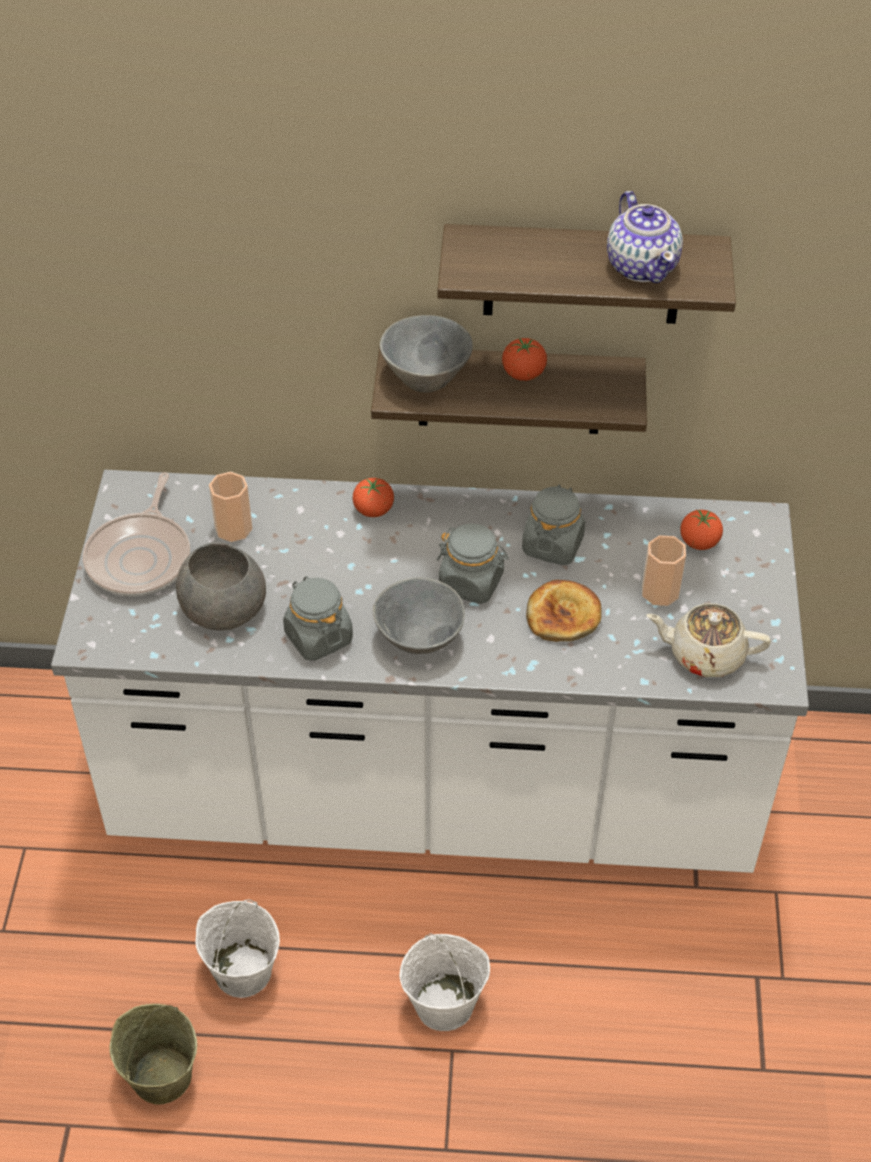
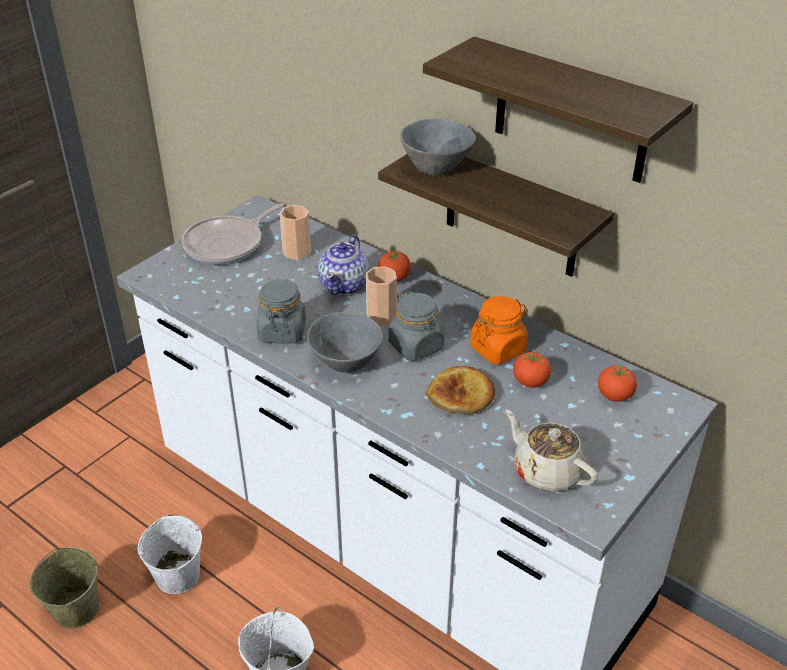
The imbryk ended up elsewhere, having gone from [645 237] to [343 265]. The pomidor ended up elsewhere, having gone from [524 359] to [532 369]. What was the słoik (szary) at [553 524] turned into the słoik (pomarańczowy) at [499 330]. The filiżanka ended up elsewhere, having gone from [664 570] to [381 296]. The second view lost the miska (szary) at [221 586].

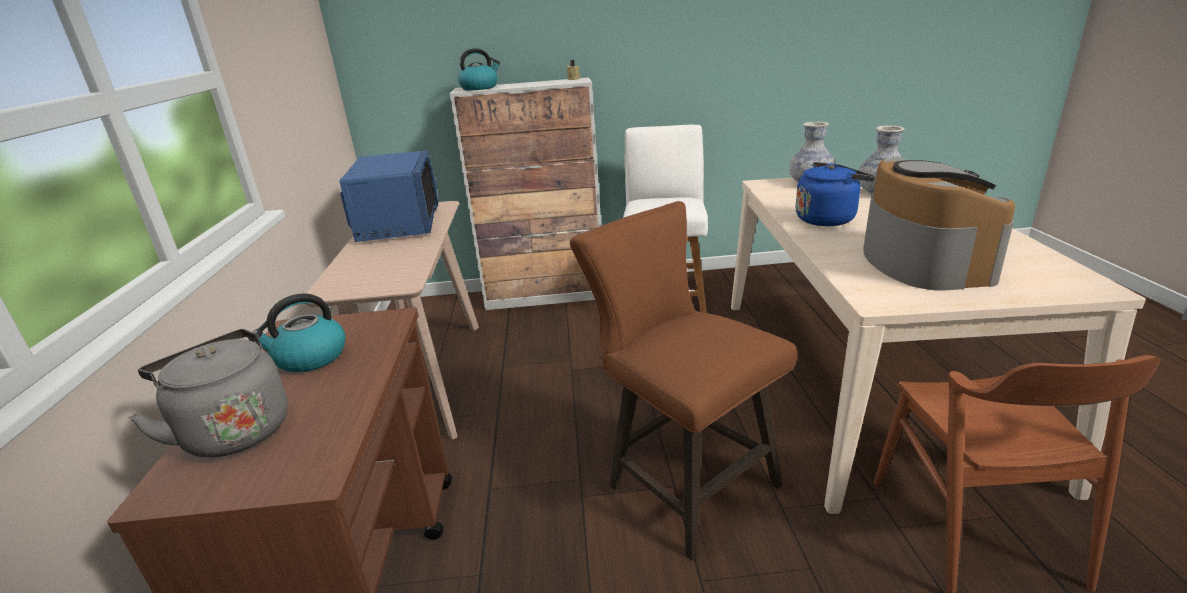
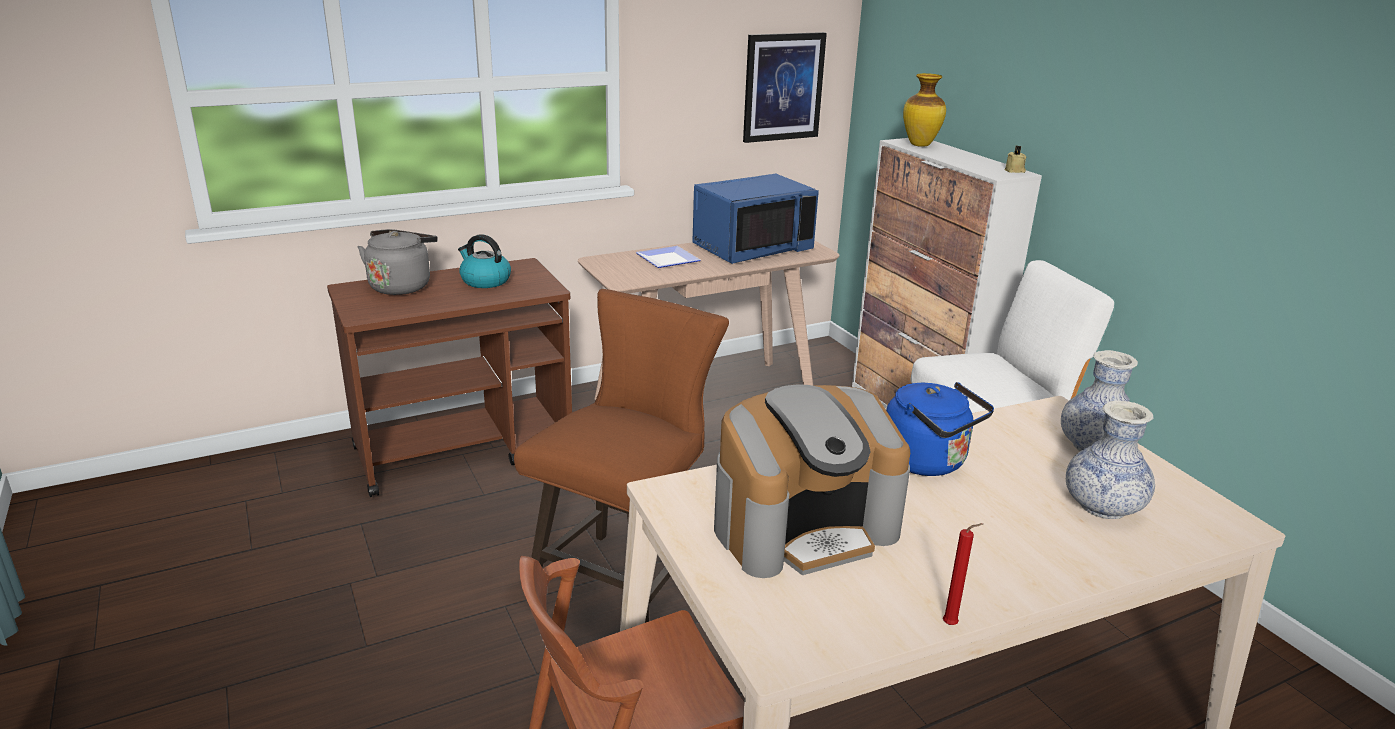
Where the czajnik stood at [479 69], the wazon came to stand at [924 110]. The second view gained the obraz at [785 87]. The second view gained the talerz at [668 257]. The second view gained the świeca (czerwony) at [963 574].

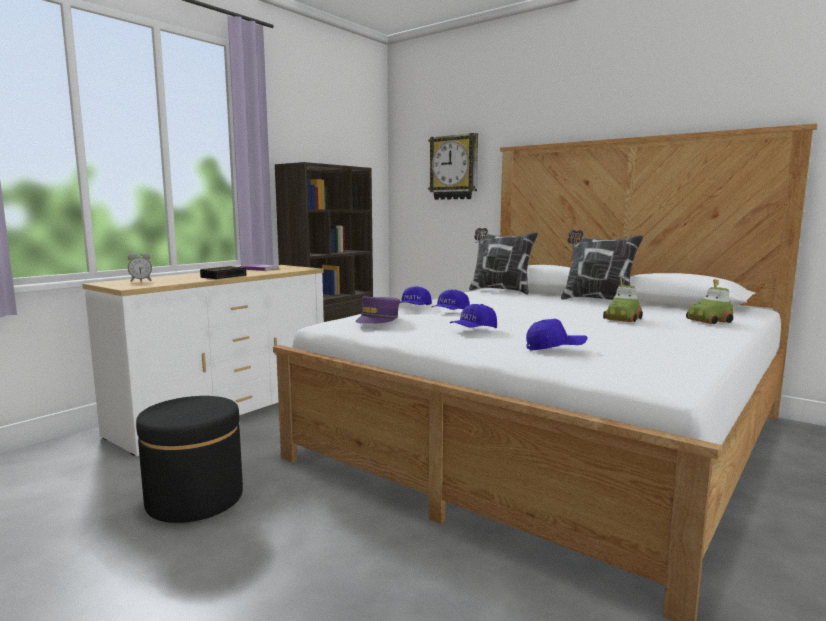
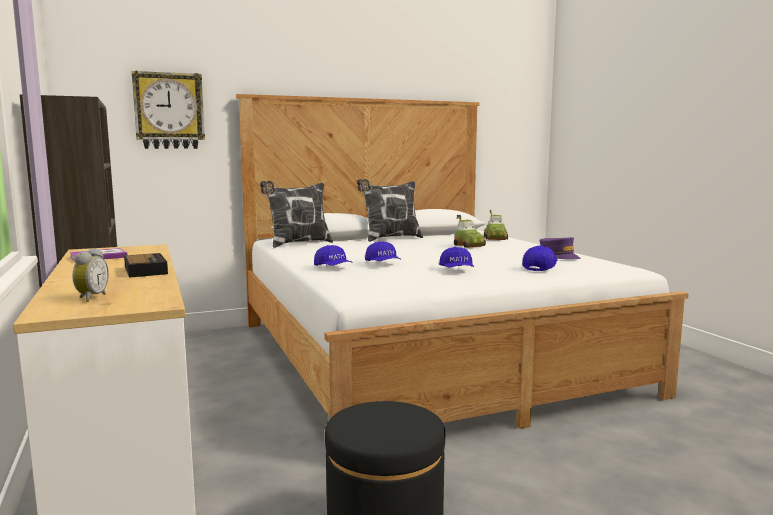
The czapka z daszkiem (fioletowy) ended up elsewhere, having gone from [377 310] to [560 248].

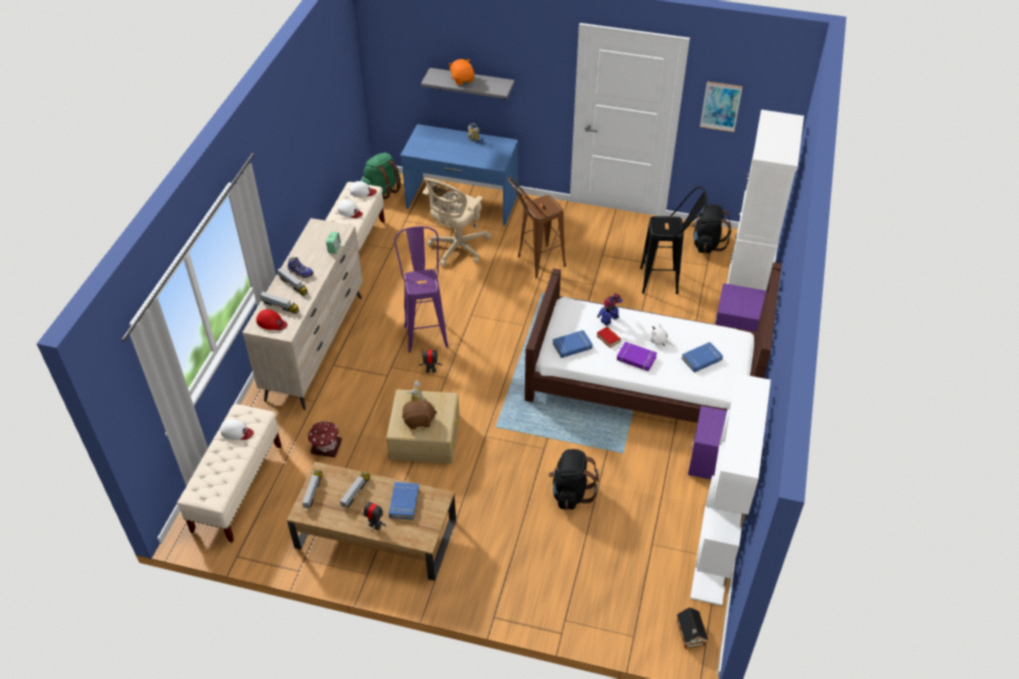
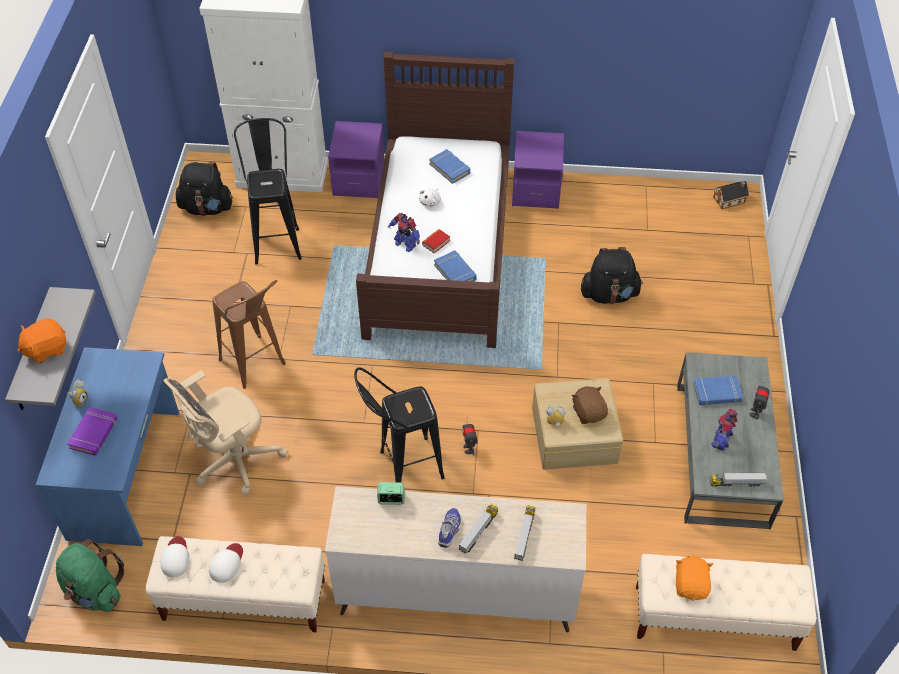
The second view lost the obraz at [721 106]. The krzesło biurowe (beżowy) at [456 222] ended up facing another way, 120 degrees clockwise from before. What was the stołek (fioletowy) at [421 289] turned into the stołek (czarny) at [399 425]. The second view lost the czapka z daszkiem (czerwony) at [272 319]. The książka (fioletowy) ended up elsewhere, having gone from [637 356] to [92 431]. The second view lost the regał (biały) at [730 489]. Where the czapka z daszkiem (biały) stood at [237 429], the pluszak (pomarańczowy) came to stand at [694 578]. The second view lost the domek at [325 439]. What was the ława (brązowy) at [371 521] turned into the ława (szary) at [730 440]. Where the ciężarówka zabawkowa stood at [355 489], the robot zabawkowy came to stand at [724 429].

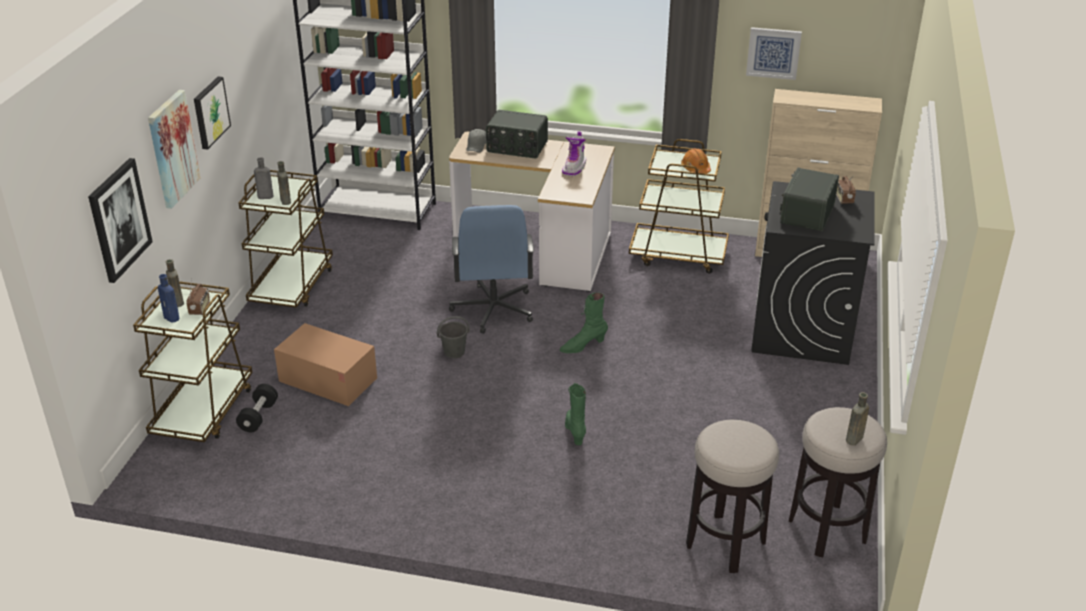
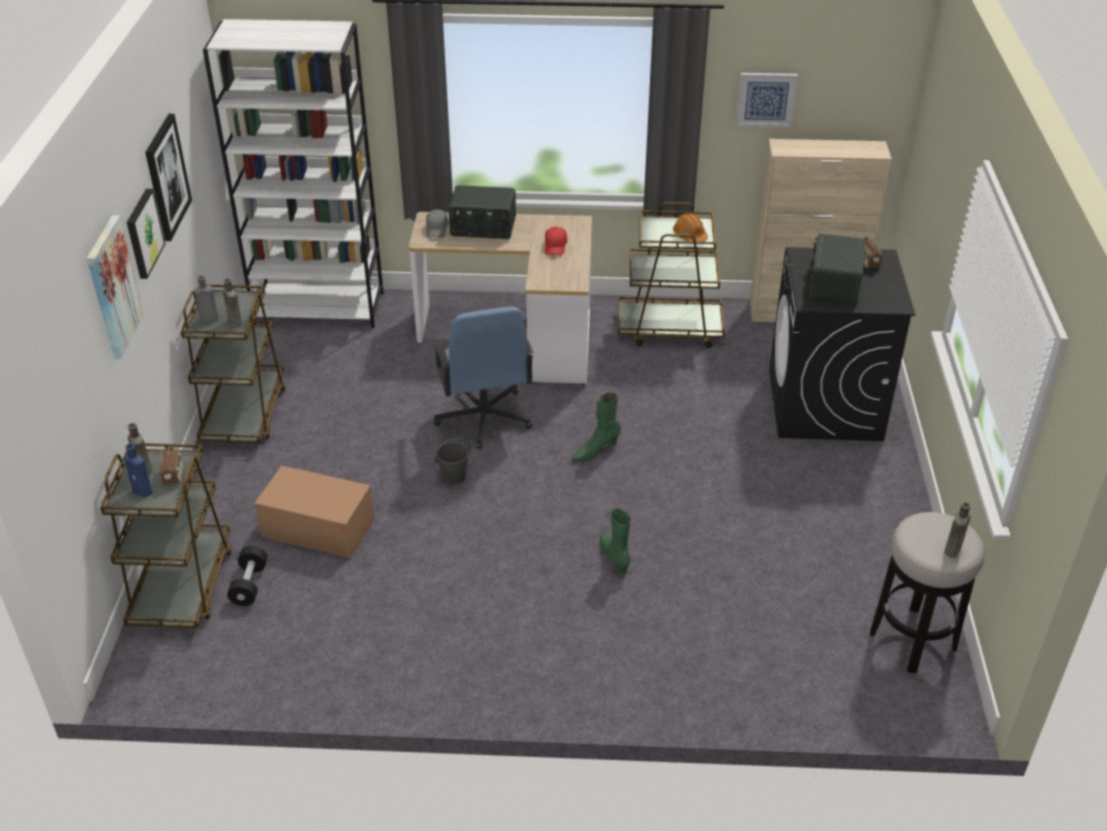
Where the but z cholewką stood at [574 153], the czapka z daszkiem (czerwony) came to stand at [556 240]. The obraz ended up elsewhere, having gone from [120 220] to [168 177]. The second view lost the stołek at [732 496].

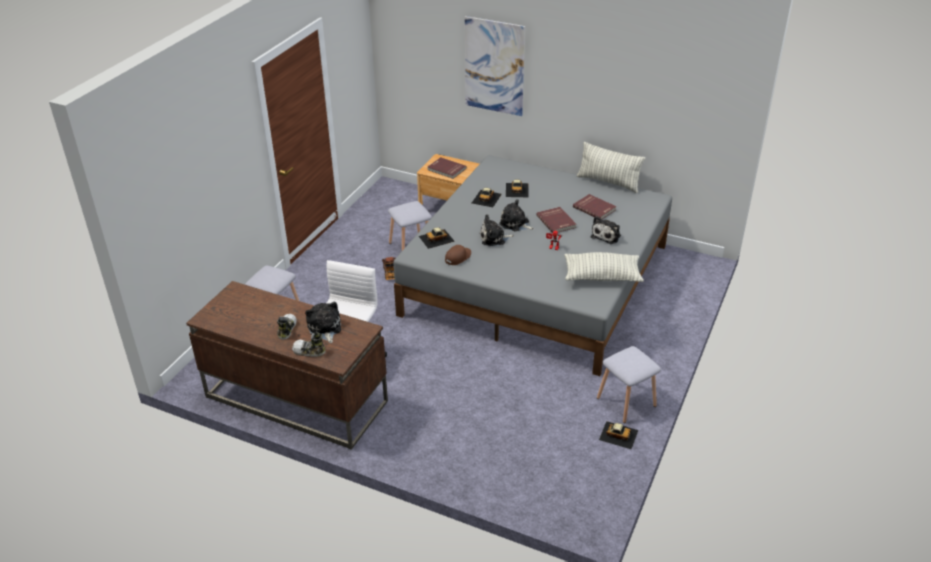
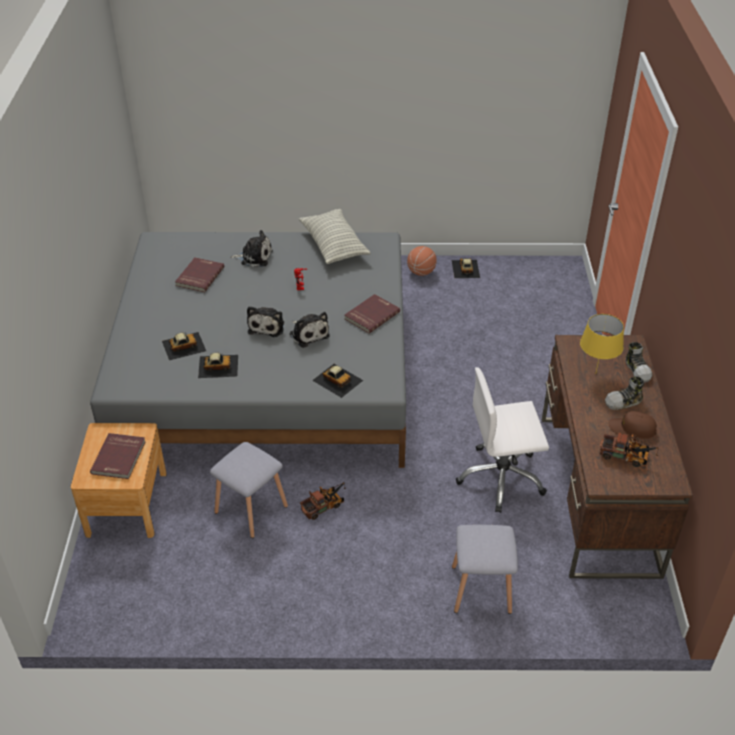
The second view lost the obraz at [495 66]. The second view lost the poduszka at [611 167]. The książka (czerwony) ended up elsewhere, having gone from [556 220] to [372 314]. The czapka z daszkiem (brązowy) ended up elsewhere, having gone from [458 255] to [633 425]. Where the pluszak stood at [323 322], the lampa stołowa (żółty) came to stand at [602 344]. Where the stołek (szary) stood at [629 384], the piłka do koszykówki came to stand at [422 261]. The second view gained the ciężarówka zabawkowa at [629 449].

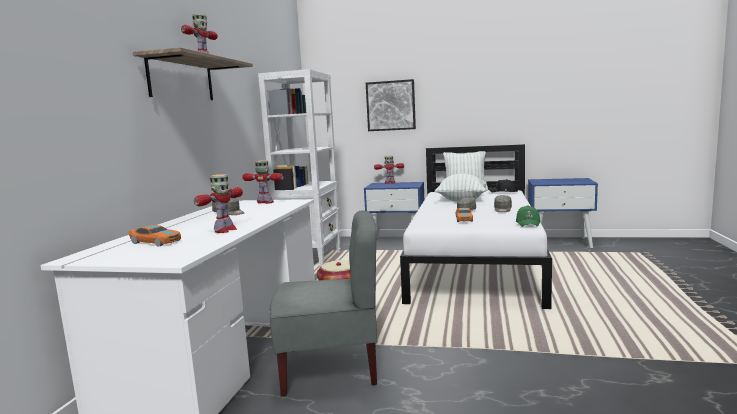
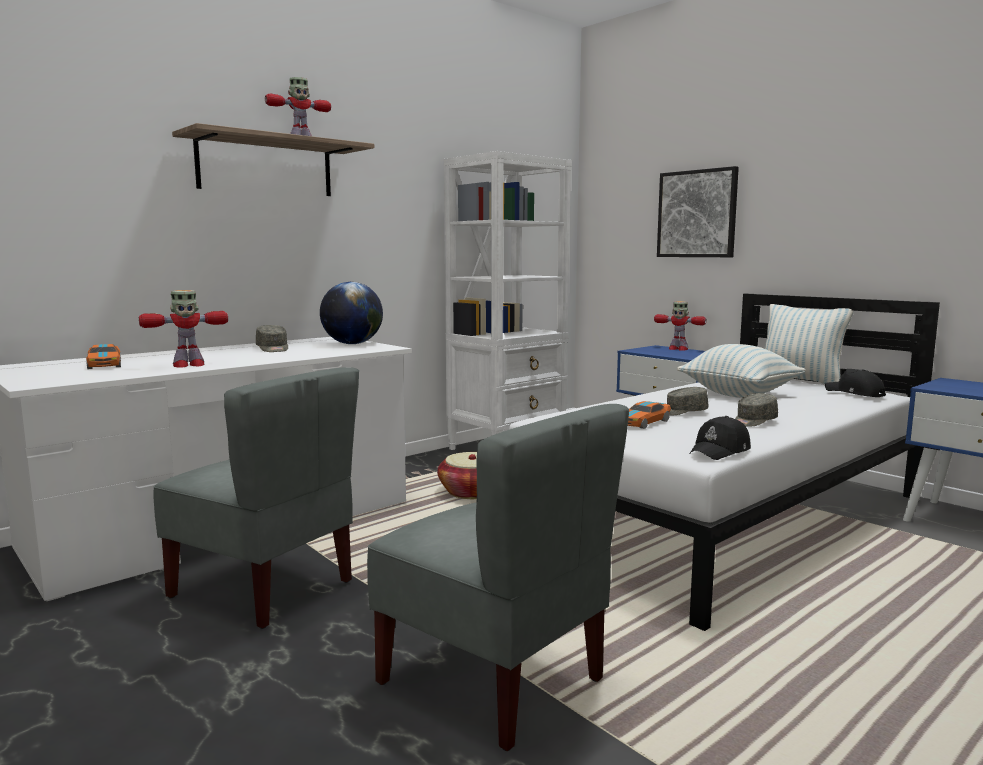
Where the robot zabawkowy stood at [263 182], the globus came to stand at [351 313]. What was the czapka z daszkiem (zielony) at [528 216] turned into the czapka z daszkiem (czarny) at [720 438]. The second view gained the krzesło (szary) at [498 577].

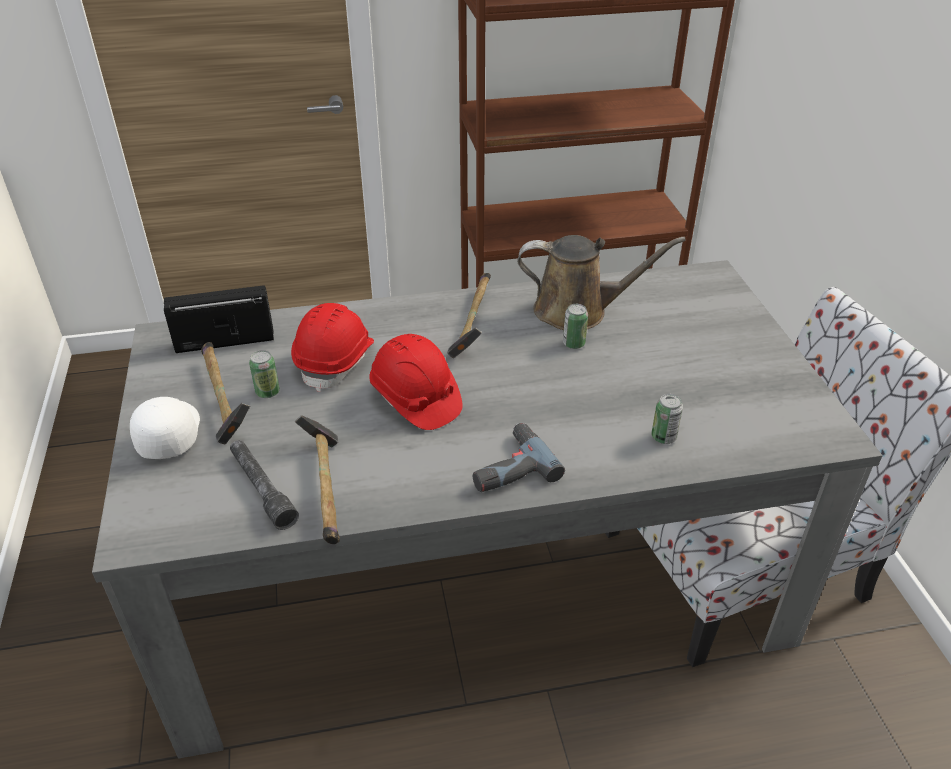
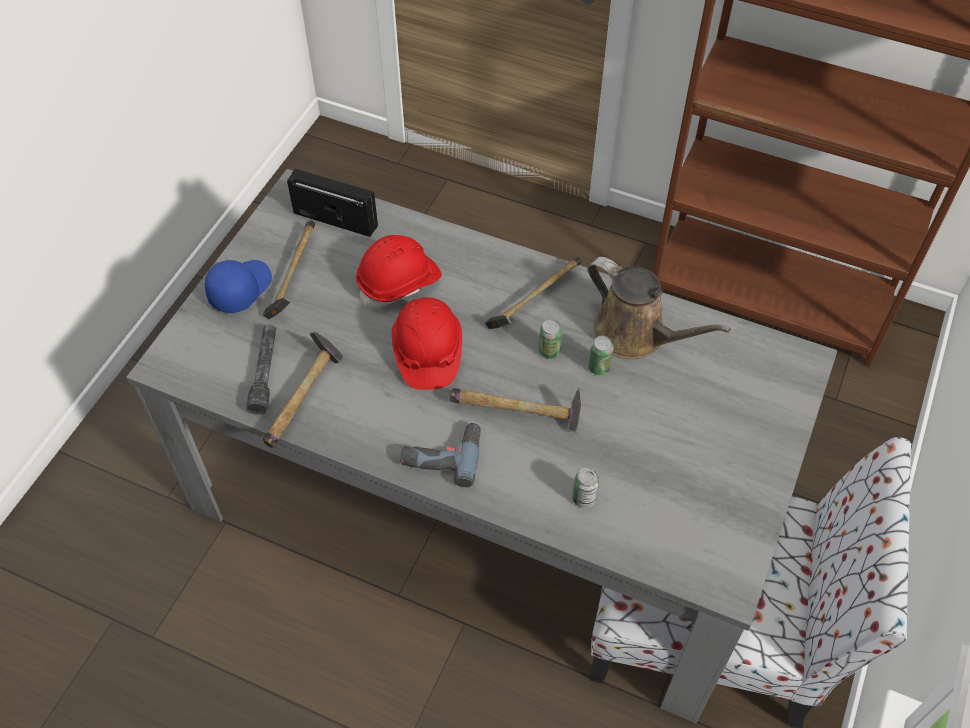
The puszka ended up elsewhere, having gone from [264 374] to [550 339]. What was the czapka z daszkiem (biały) at [165 428] turned into the czapka z daszkiem (niebieski) at [238 286]. The second view gained the młotek at [515 410].

